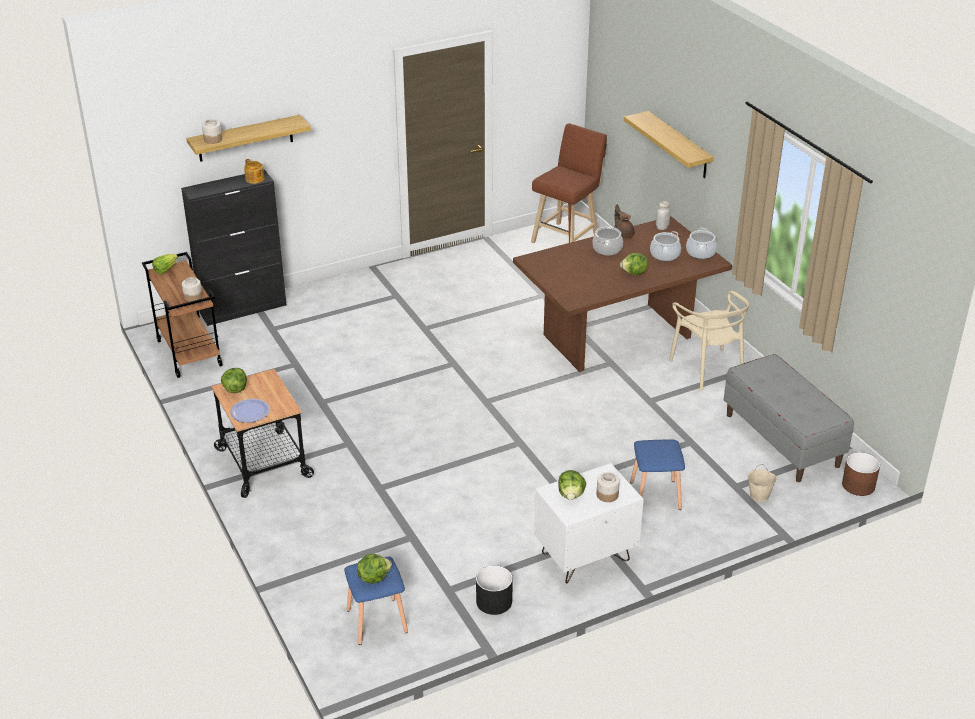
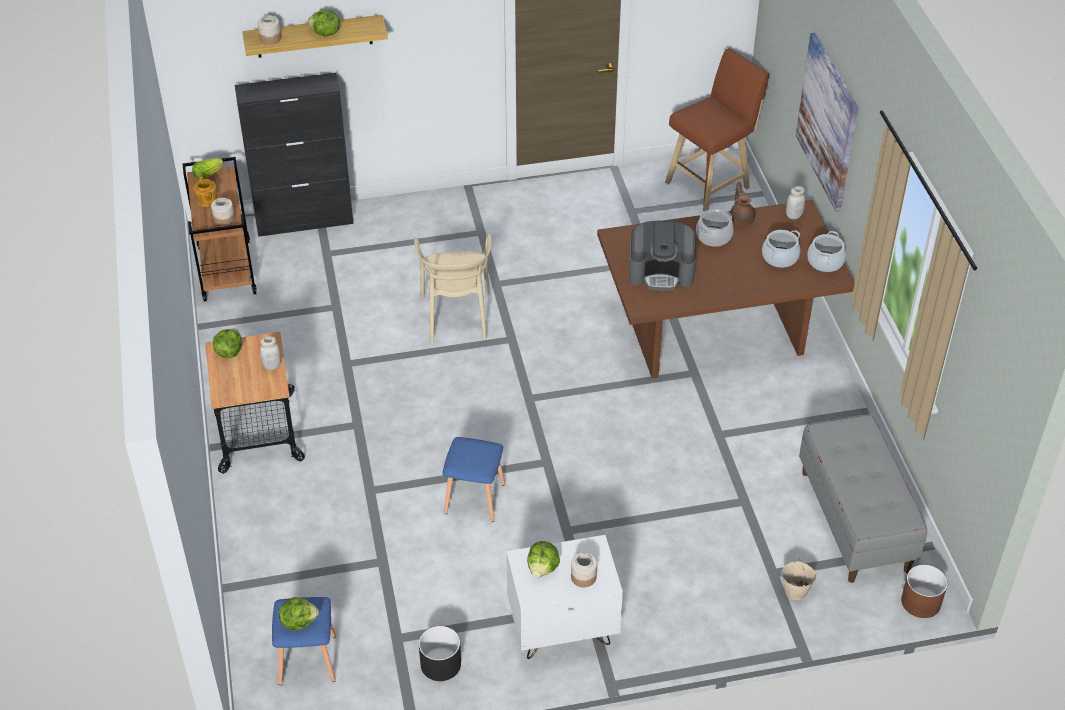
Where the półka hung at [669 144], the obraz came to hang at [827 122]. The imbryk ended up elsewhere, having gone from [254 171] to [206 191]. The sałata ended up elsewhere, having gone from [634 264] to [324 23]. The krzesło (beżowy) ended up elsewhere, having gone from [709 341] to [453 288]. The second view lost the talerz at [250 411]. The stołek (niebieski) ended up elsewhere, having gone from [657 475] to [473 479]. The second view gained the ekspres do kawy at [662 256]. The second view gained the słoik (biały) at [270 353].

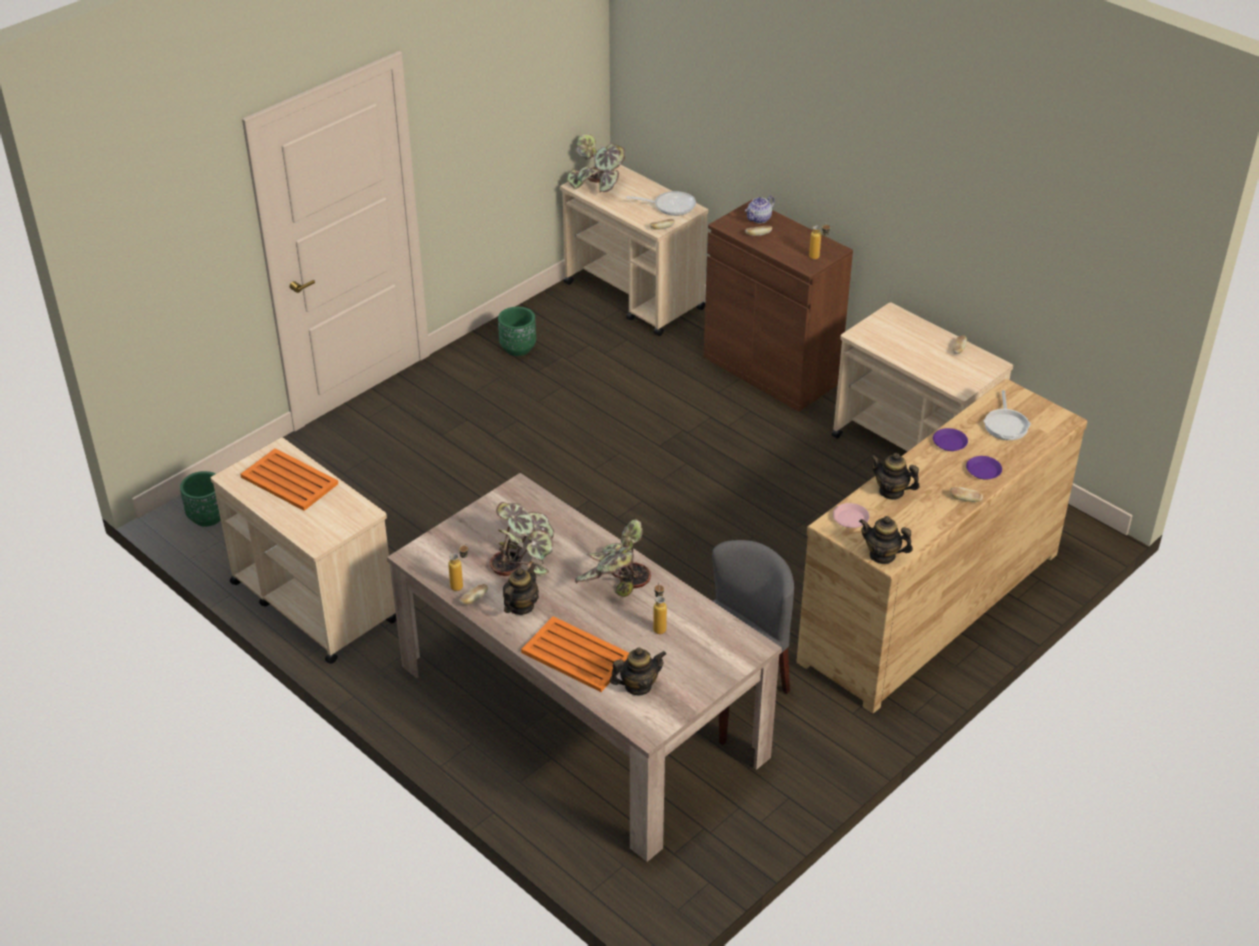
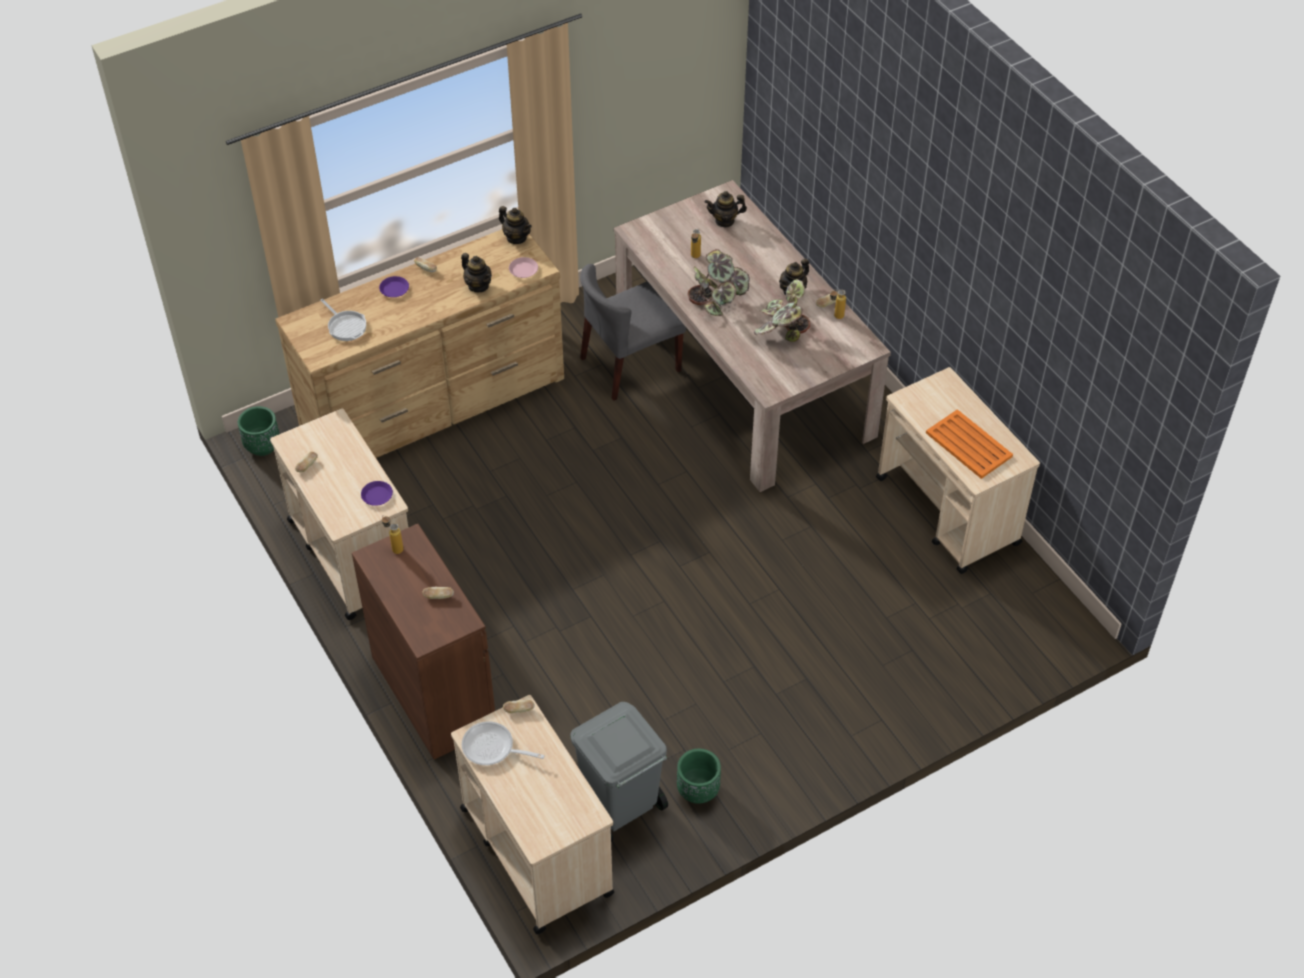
The second view lost the roślina doniczkowa at [596 163]. The second view lost the imbryk at [760 209]. The patelnia at [1007 415] ended up facing another way, 120 degrees clockwise from before. The talerz (fioletowy) ended up elsewhere, having gone from [950 439] to [377 493]. The donica (zielony) ended up elsewhere, having gone from [200 499] to [258 431]. The second view lost the taca (pomarańczowy) at [575 654]. The second view gained the kosz na śmieci (szary) at [619 771].

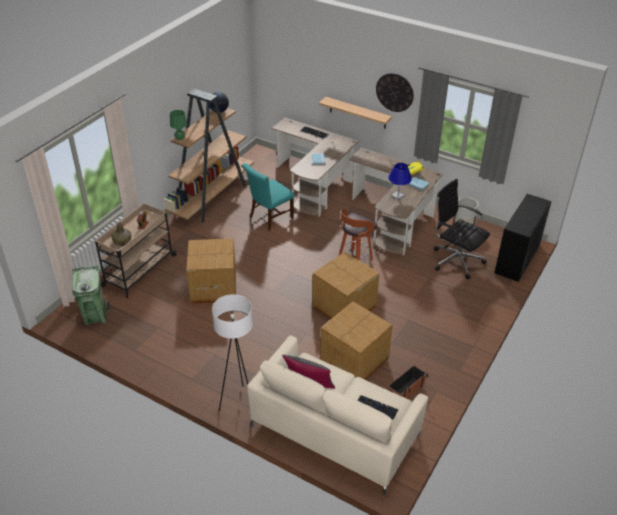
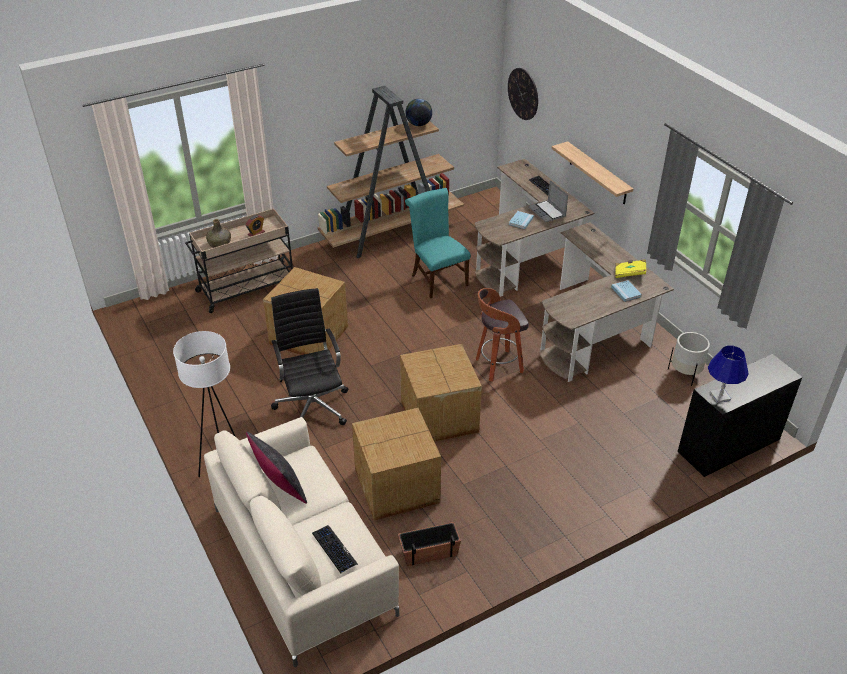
The zegar ścienny ended up elsewhere, having gone from [395 92] to [523 94]. The second view lost the lampa stołowa (zielony) at [178 125]. The krzesło (turkusowy) at [267 197] ended up facing another way, 75 degrees clockwise from before. The lampa stołowa (niebieski) ended up elsewhere, having gone from [400 181] to [728 374]. The krzesło biurowe (czarny) ended up elsewhere, having gone from [462 229] to [309 356]. The second view lost the kosz na śmieci (zielony) at [91 295]. The second view gained the laptop at [548 201].

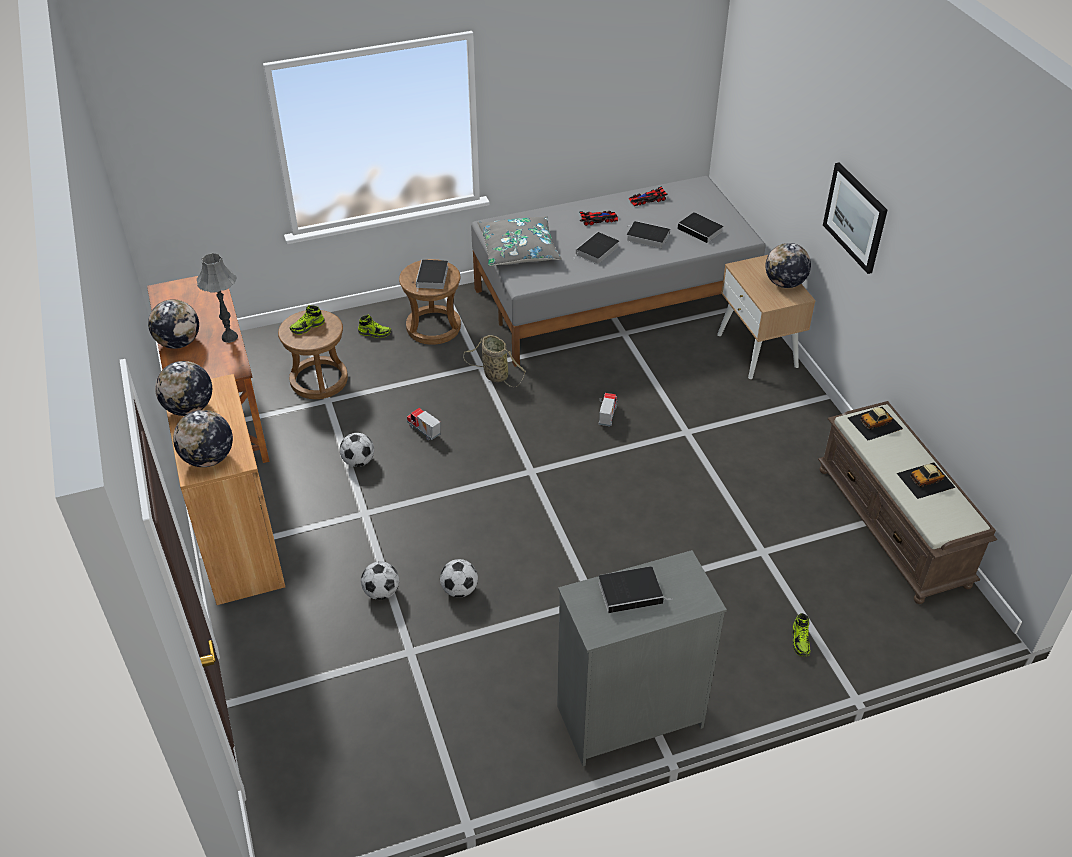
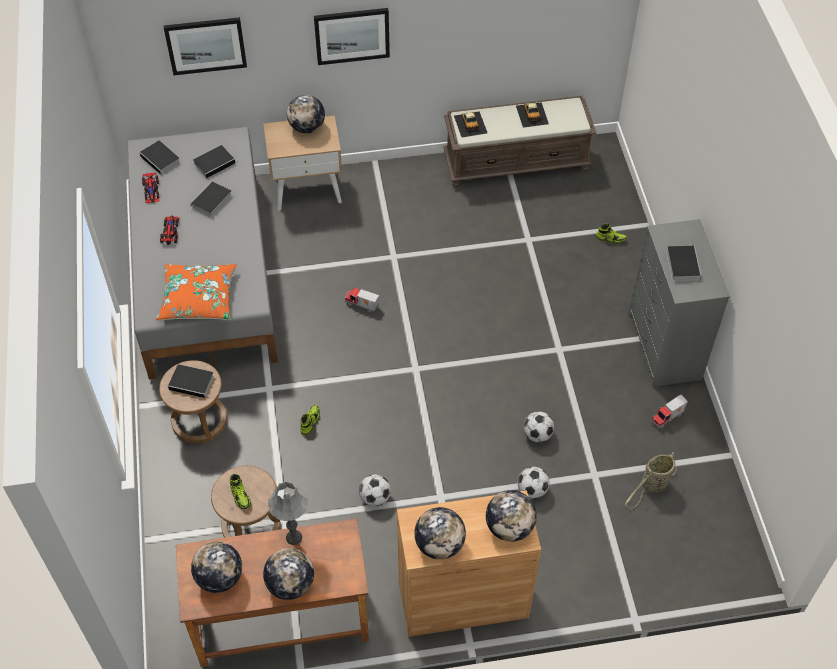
What was the poduszka (szary) at [520 241] turned into the poduszka (pomarańczowy) at [196 292]. The książka ended up elsewhere, having gone from [596 248] to [159 158]. The but ended up elsewhere, having gone from [374 326] to [310 420]. The koszyk ended up elsewhere, having gone from [494 361] to [651 480]. The ciężarówka zabawkowa ended up elsewhere, having gone from [423 424] to [669 411]. The second view gained the obraz at [205 46]. The second view gained the globus at [216 567].

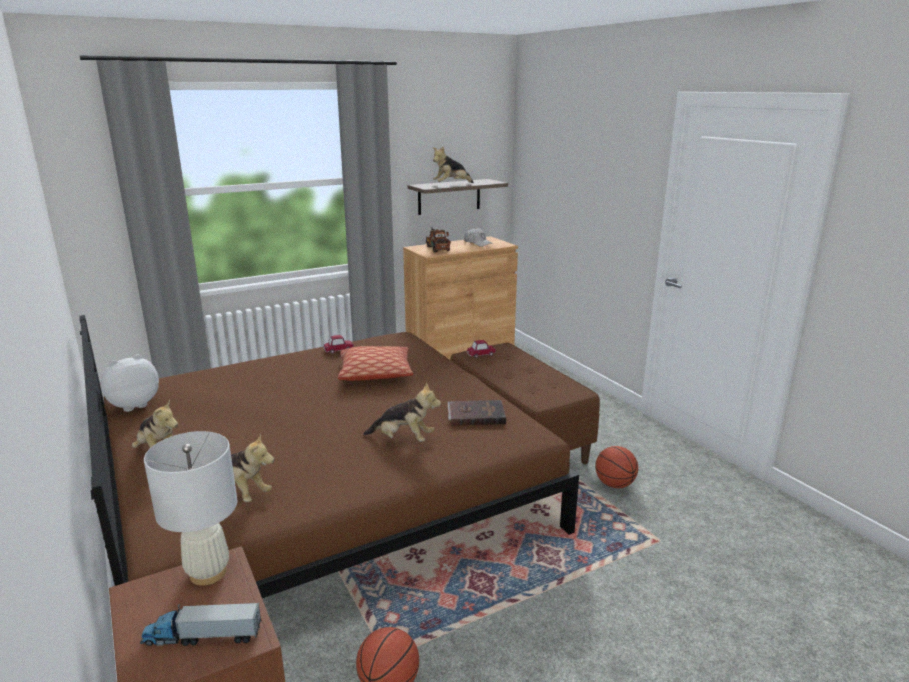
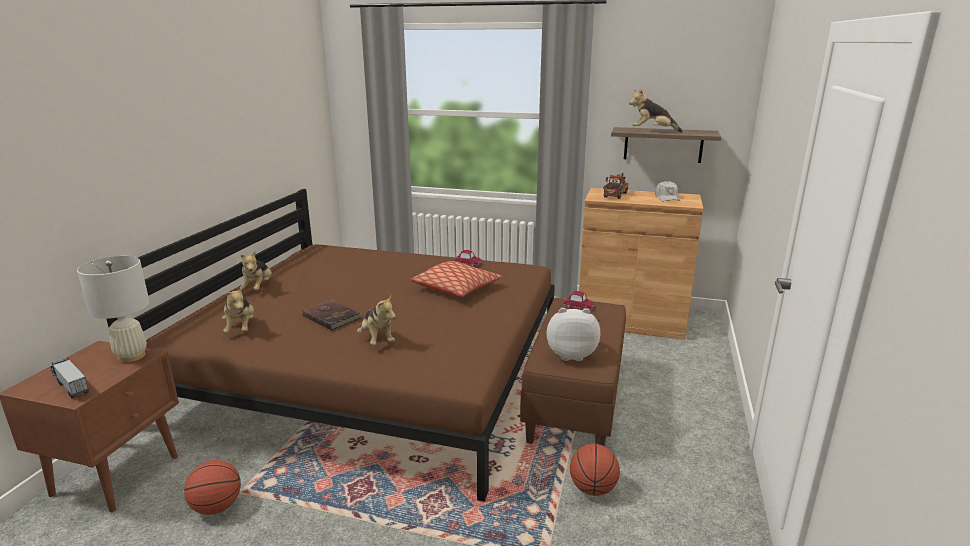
The pluszak ended up elsewhere, having gone from [130 383] to [573 334]. The książka (brązowy) ended up elsewhere, having gone from [477 413] to [331 315].

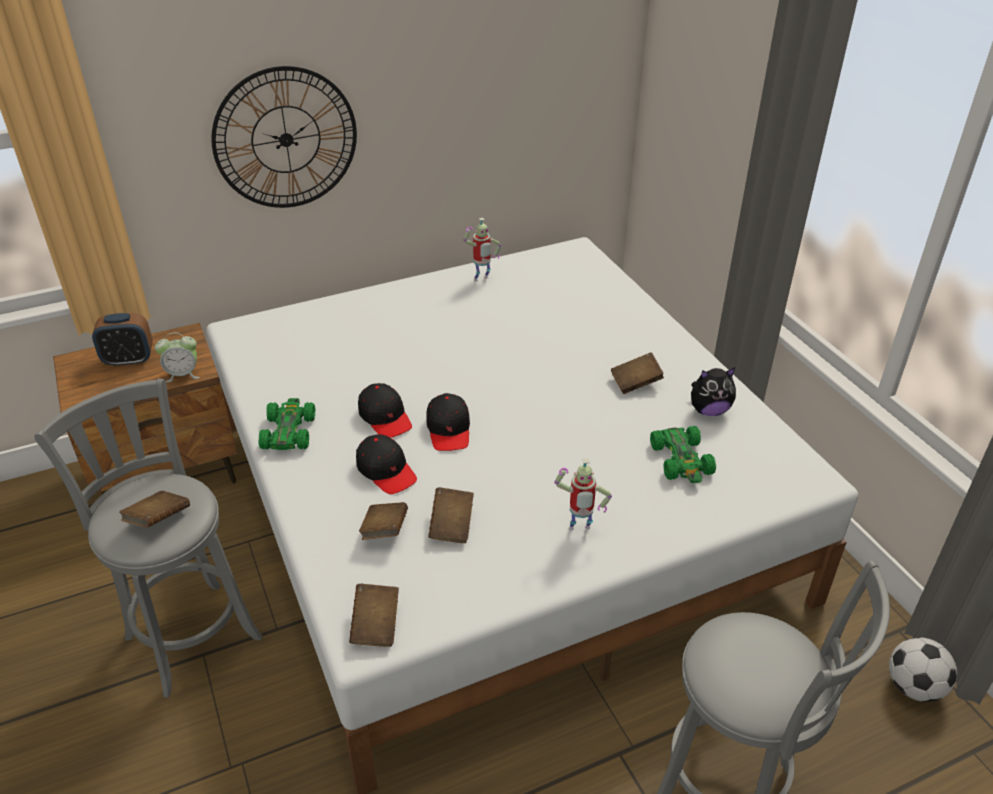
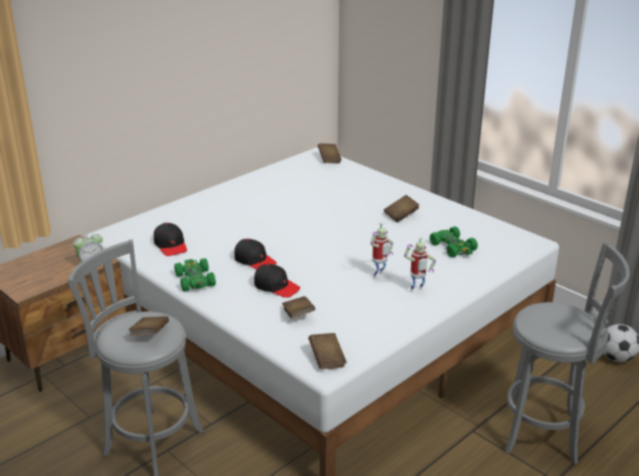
The second view lost the zegar ścienny at [284 137]. The robot zabawkowy ended up elsewhere, having gone from [482 250] to [381 250]. The second view lost the budzik at [122 340]. The second view lost the pluszak at [713 391]. The czapka z daszkiem (czarny) ended up elsewhere, having gone from [448 422] to [170 239]. The książka (brązowy) ended up elsewhere, having gone from [451 515] to [330 153].

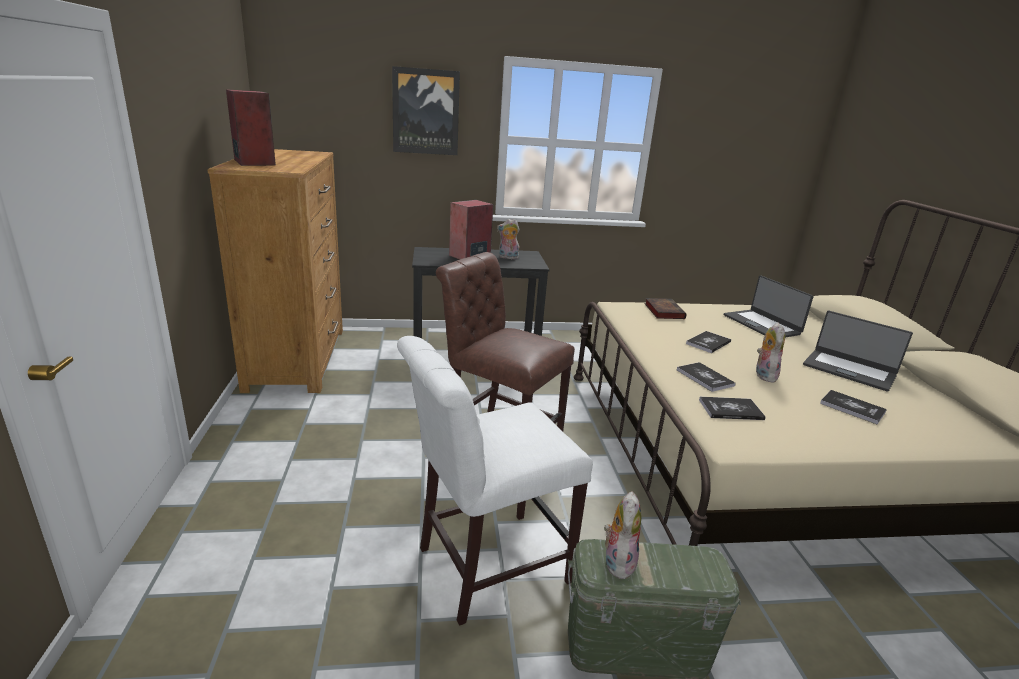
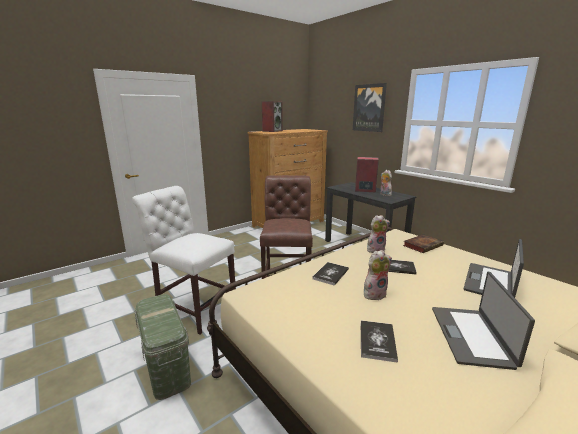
The second view lost the książka at [732 408]. The pluszak ended up elsewhere, having gone from [622 535] to [378 234].

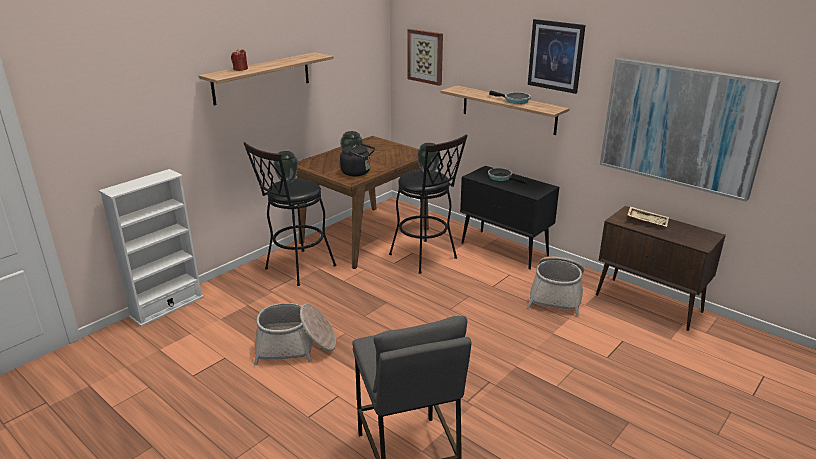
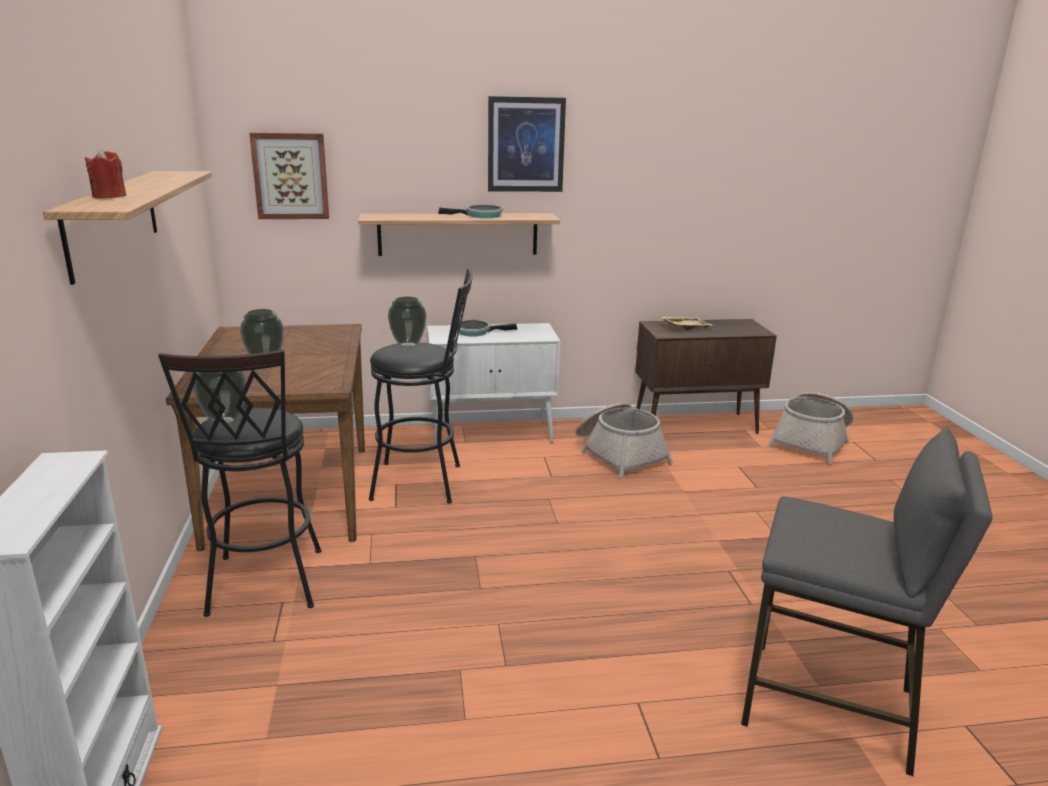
The second view lost the obraz at [690 130]. The second view lost the czajnik (czarny) at [357 159]. What was the szafka (czarny) at [509 218] turned into the szafka (biały) at [493 384]. The koszyk ended up elsewhere, having gone from [295 334] to [810 428].

